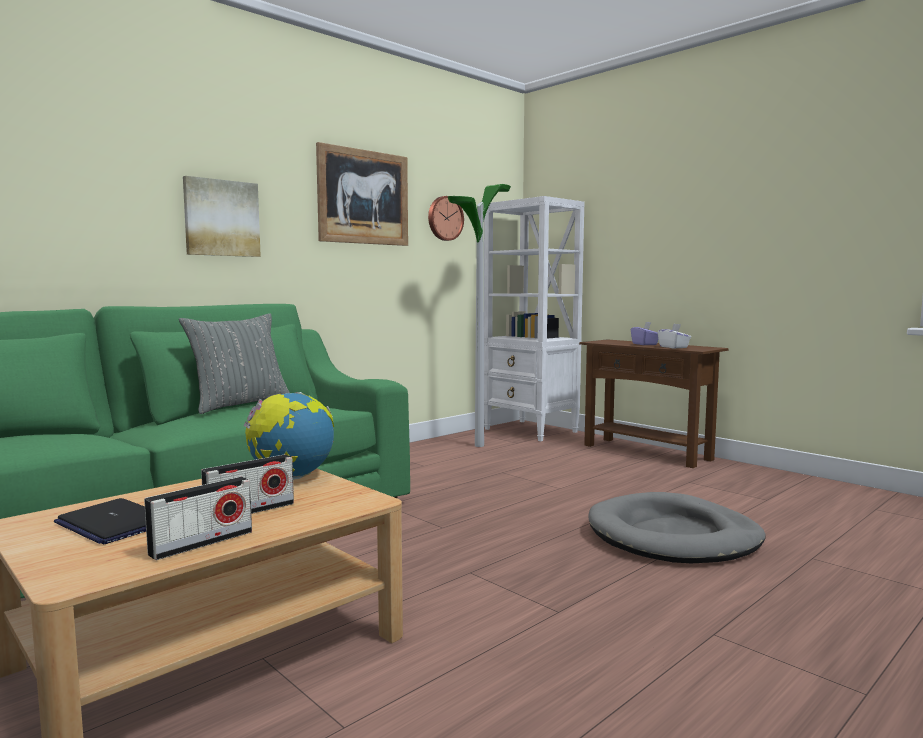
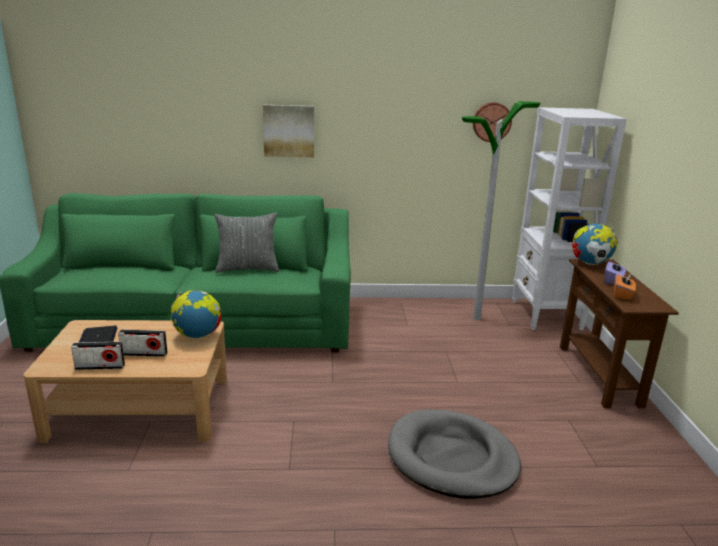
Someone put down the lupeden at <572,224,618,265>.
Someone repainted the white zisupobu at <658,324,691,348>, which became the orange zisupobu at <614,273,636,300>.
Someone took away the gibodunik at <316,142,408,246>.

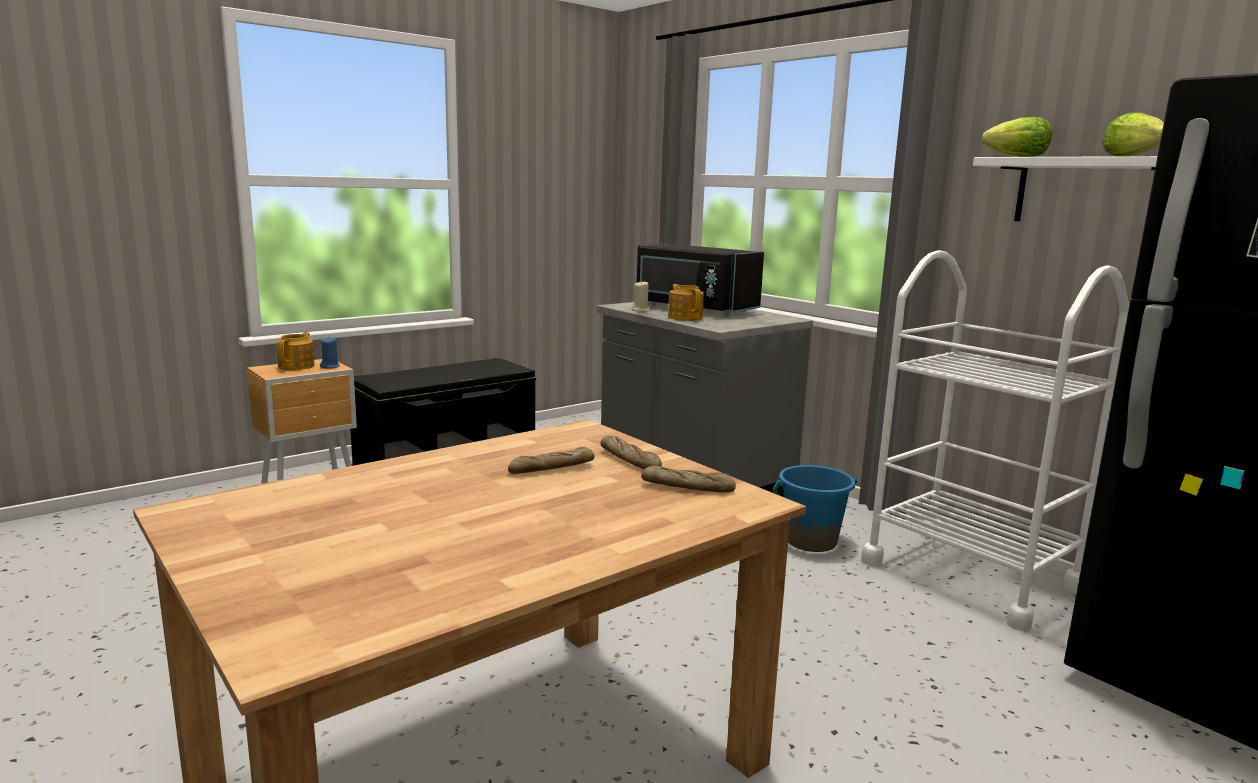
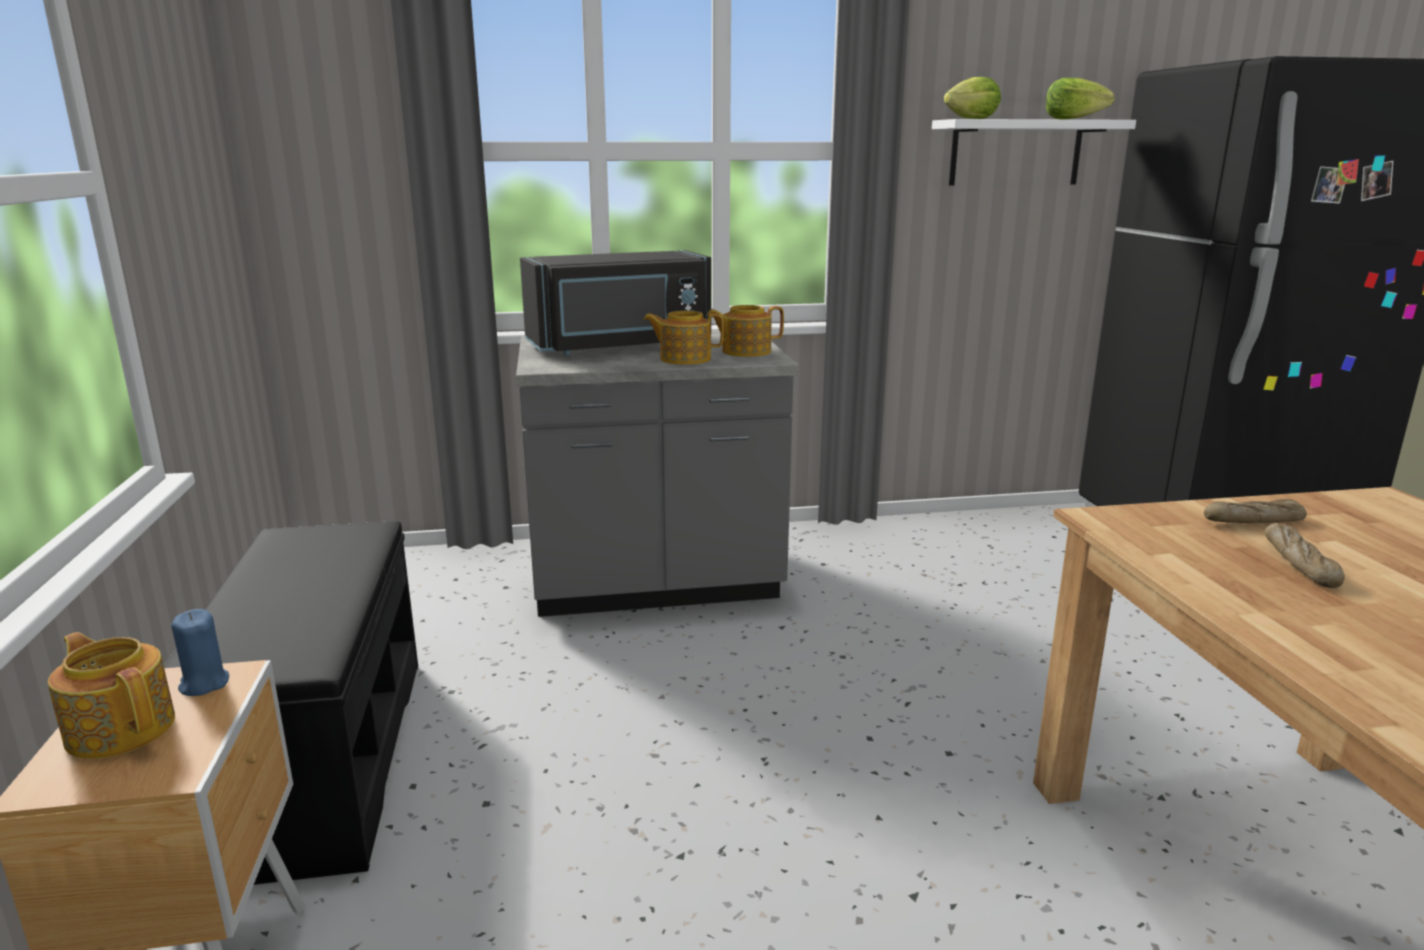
Someone put down the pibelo at <707,305,784,357>.
Someone took away the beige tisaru at <631,281,650,312>.
Someone took away the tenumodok at <641,465,736,493>.
Someone took away the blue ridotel at <773,465,858,552>.
Someone took away the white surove at <861,250,1129,632>.

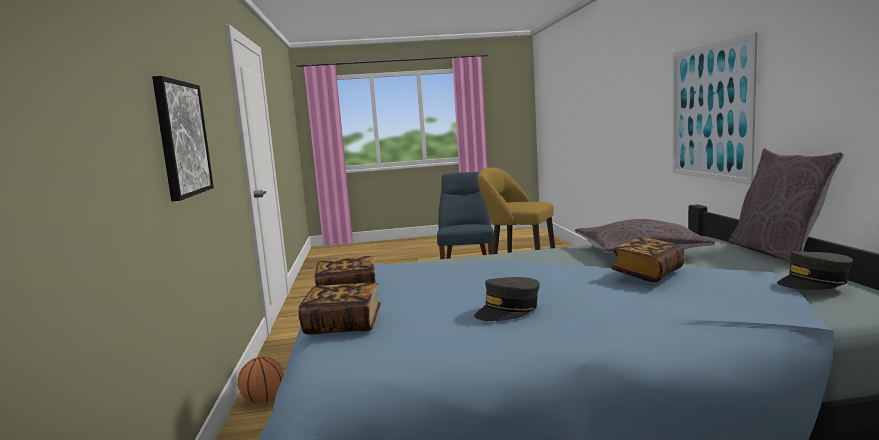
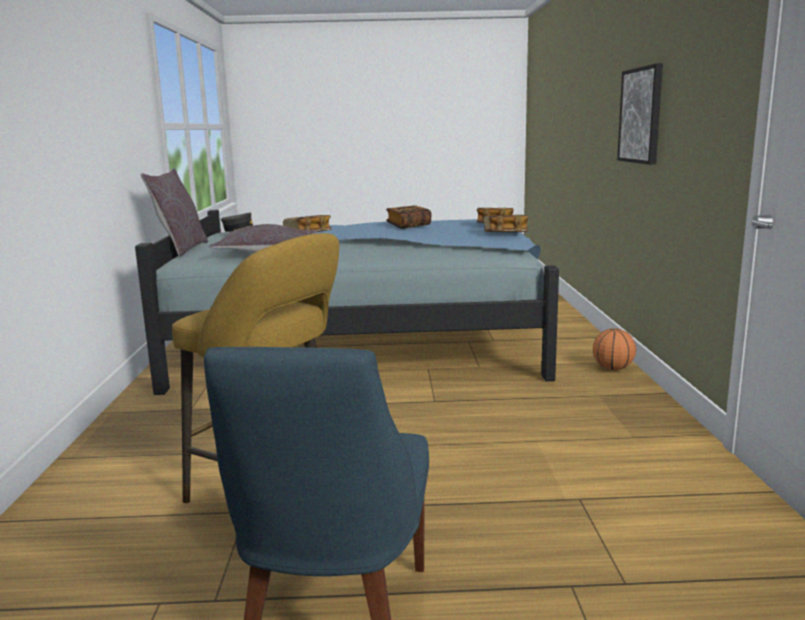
Someone swapped the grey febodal at <474,277,540,321> for the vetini at <386,205,432,229>.
Someone took away the gibodunik at <673,32,758,185>.

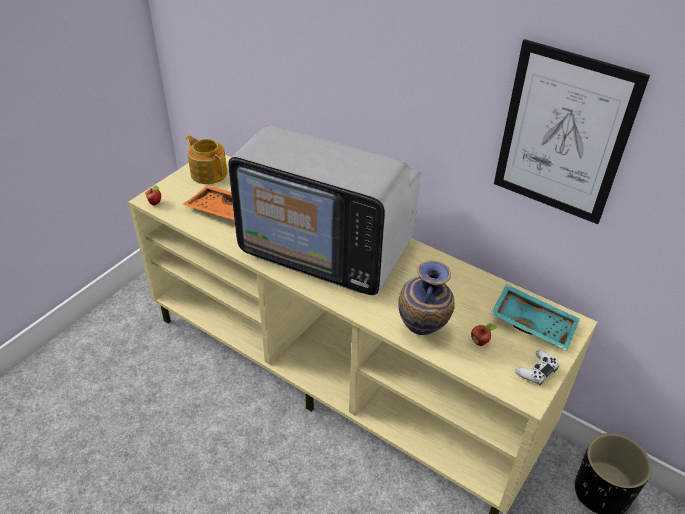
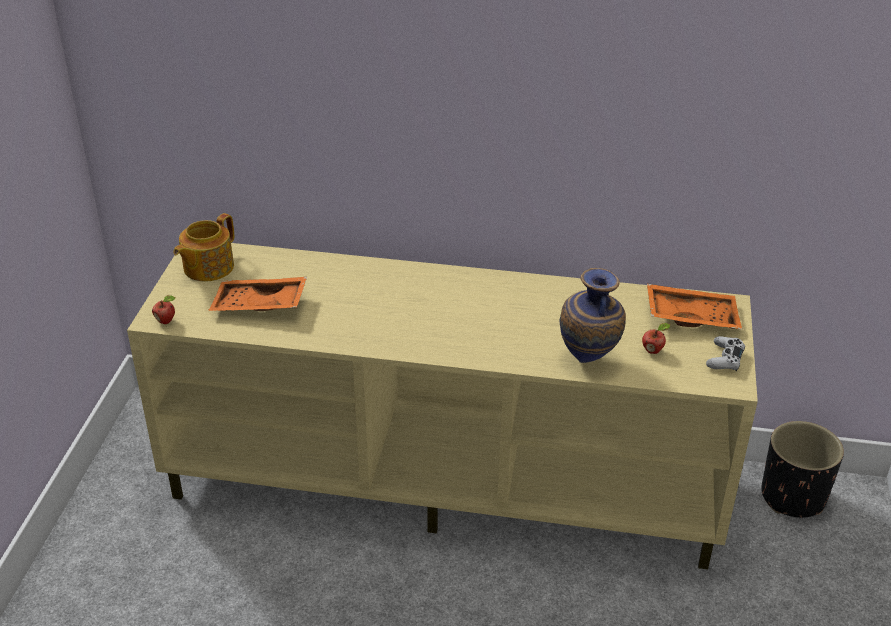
Someone rotated the pibelo at <185,135,227,184> by 75 degrees counterclockwise.
Someone repainted the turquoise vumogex at <491,284,580,351>, which became the orange vumogex at <647,284,742,330>.
Someone took away the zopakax at <228,125,420,295>.
Someone took away the gibodunik at <494,39,650,224>.

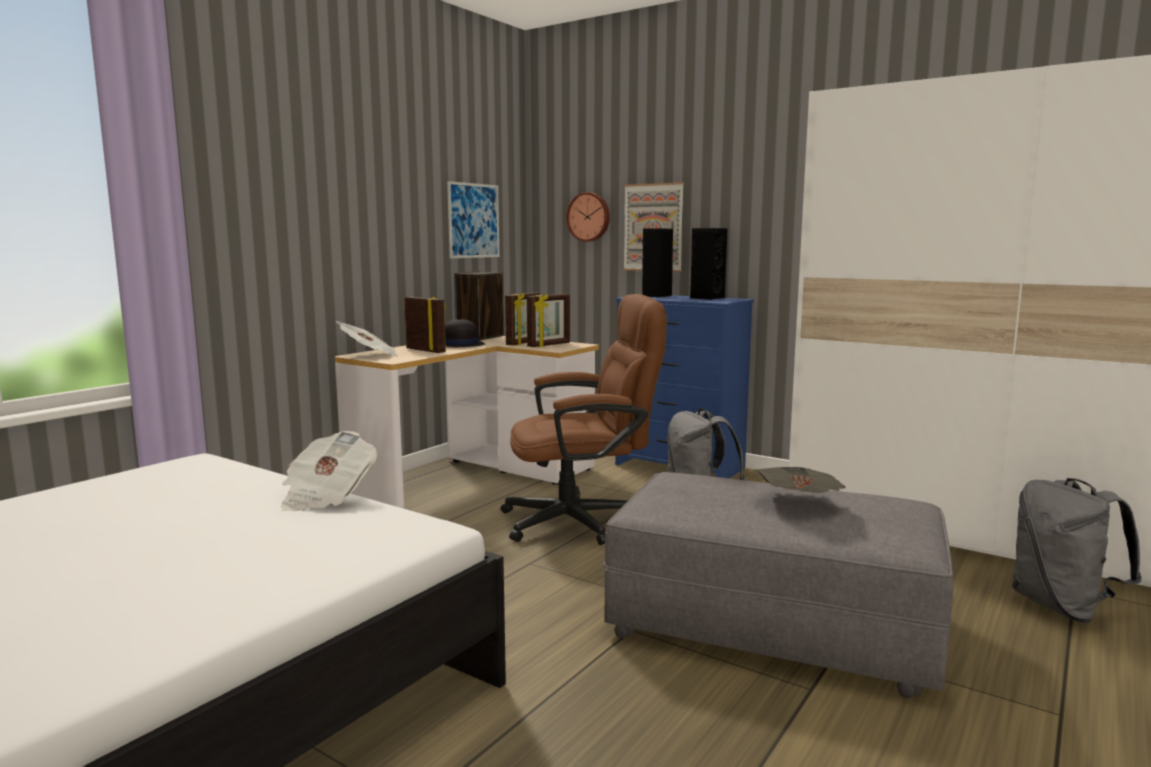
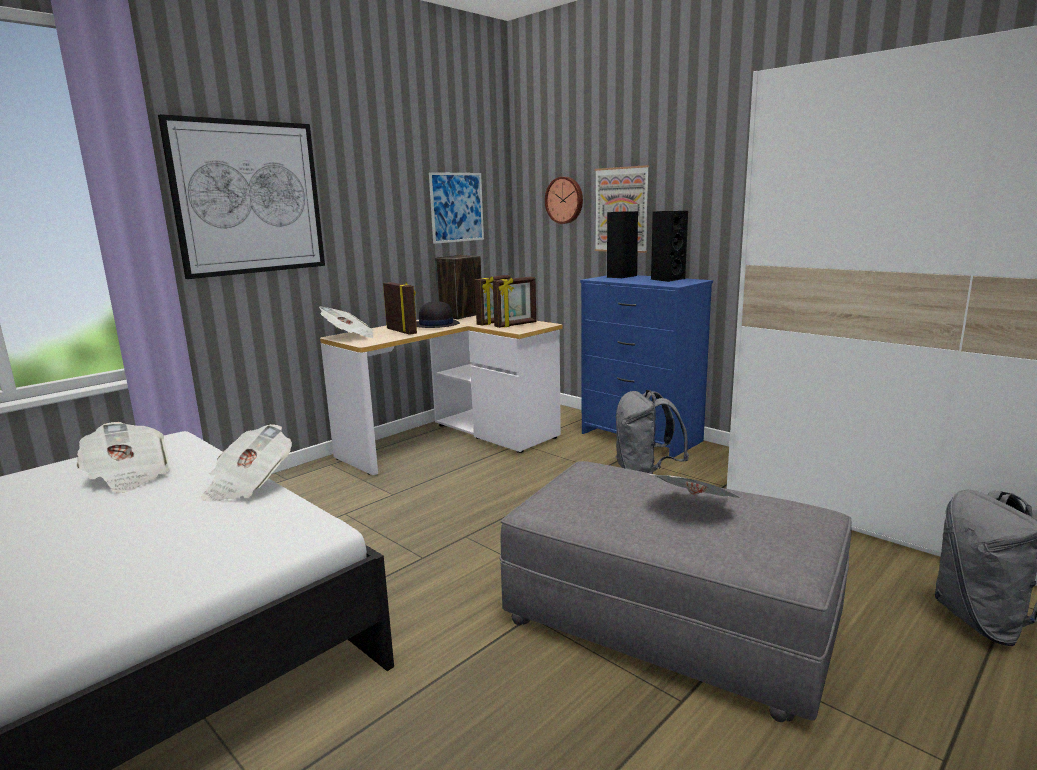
Someone put down the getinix at <76,422,169,493>.
Someone put up the gibodunik at <158,114,325,279>.
Someone took away the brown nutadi at <500,294,667,545>.

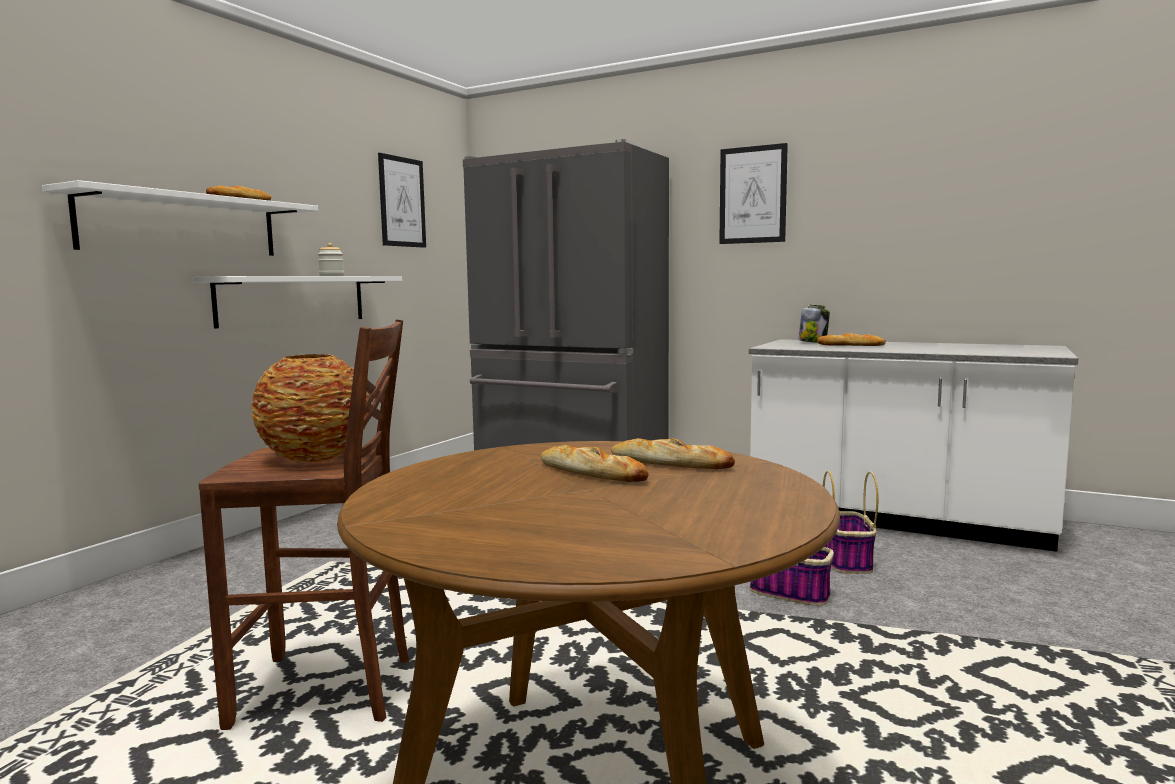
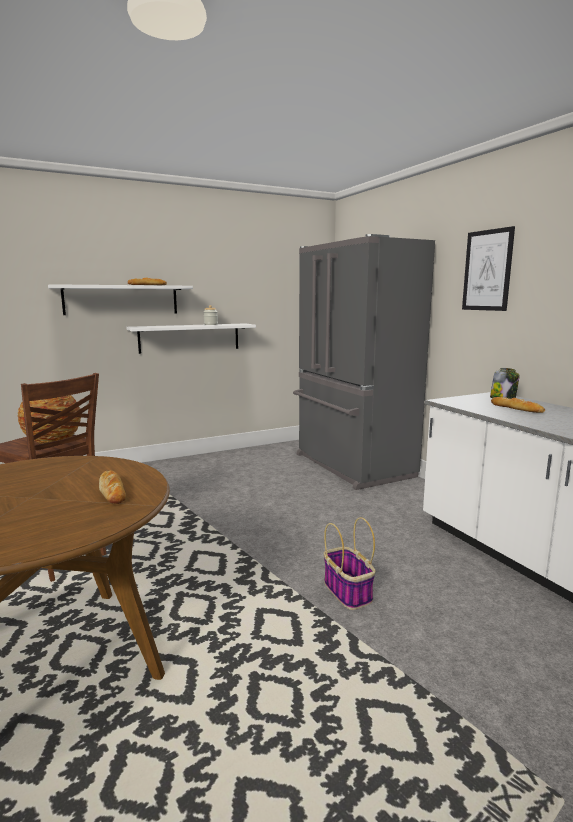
Someone took away the gibodunik at <378,153,426,248>.
Someone took away the tenumodok at <541,445,648,482>.
Someone took away the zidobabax at <823,471,879,574>.

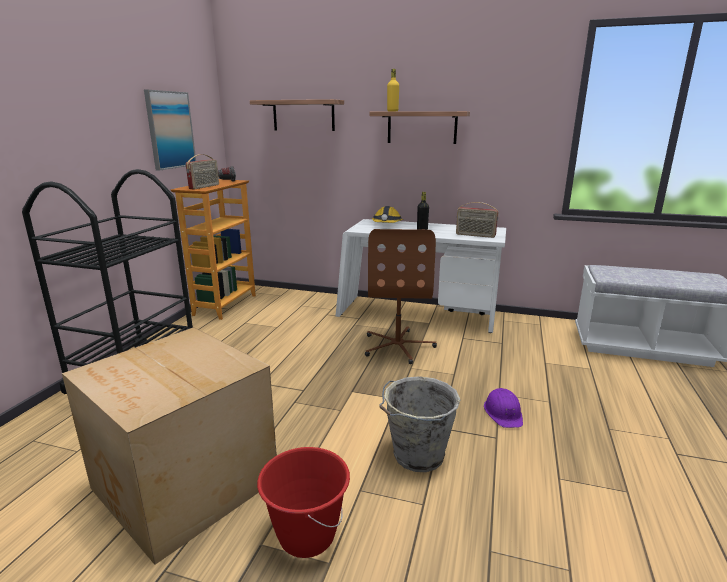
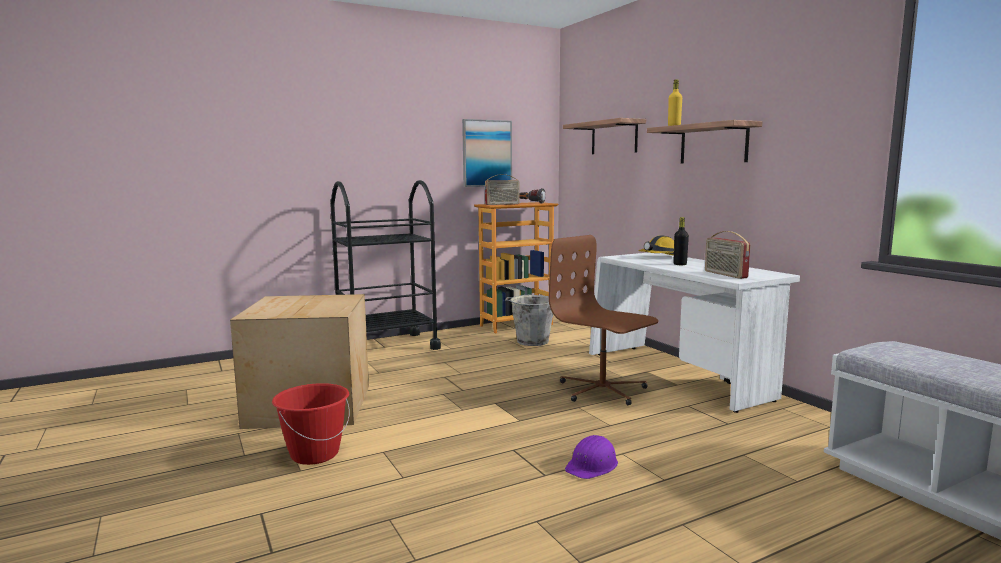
Someone carried the grey ridotel from <379,376,460,472> to <505,294,553,346>.
Someone rotated the brown nutadi at <365,229,437,364> by 90 degrees clockwise.

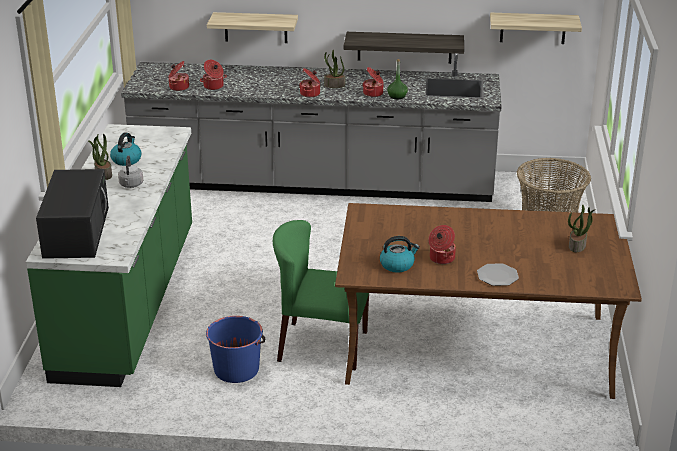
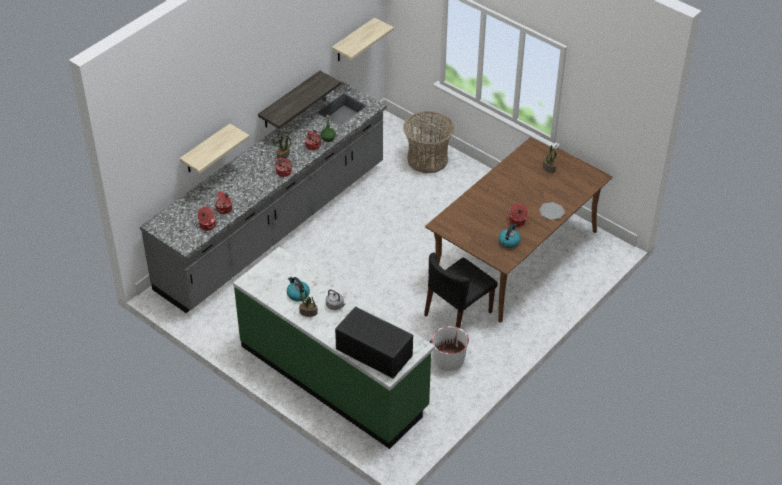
Someone repainted the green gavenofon at <273,220,369,371>, which became the black gavenofon at <424,253,497,328>.
Someone repainted the blue ridotel at <206,316,265,383>, which became the white ridotel at <430,326,469,371>.

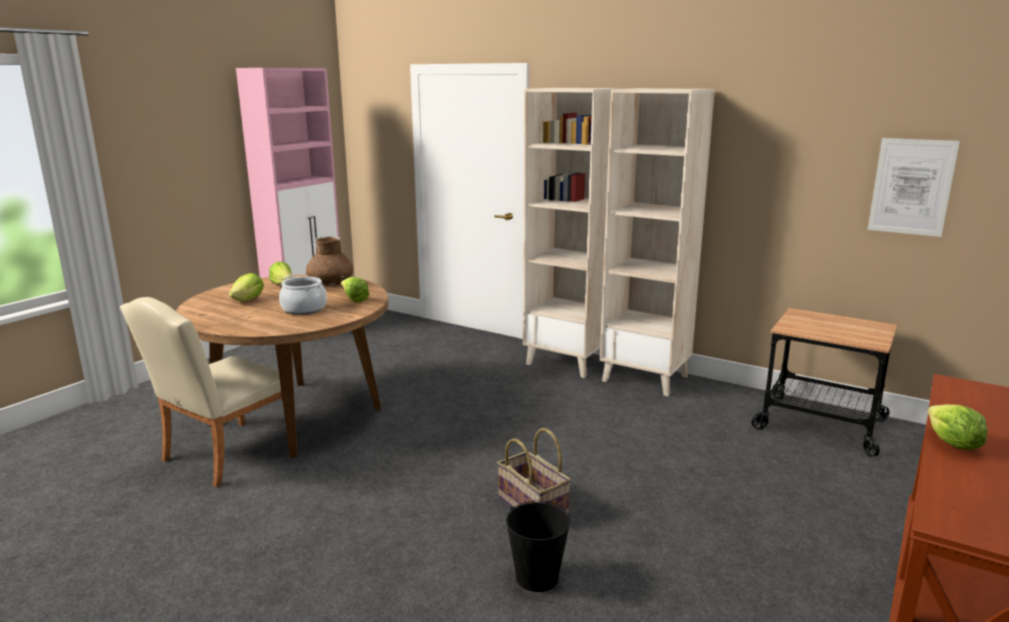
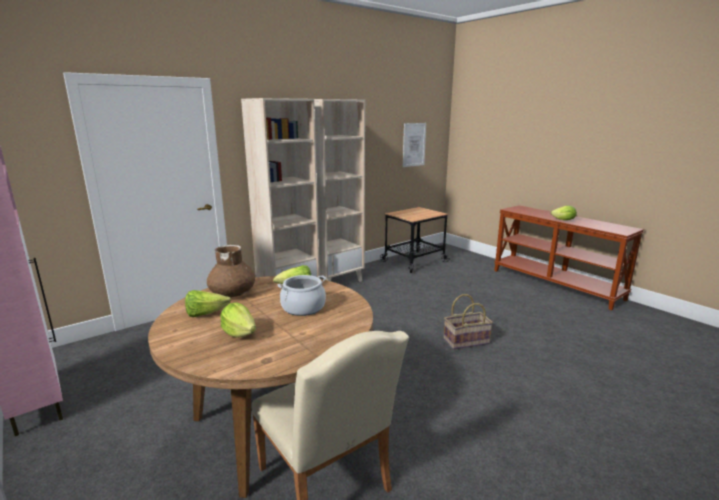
Someone took away the black ridotel at <506,501,571,592>.

